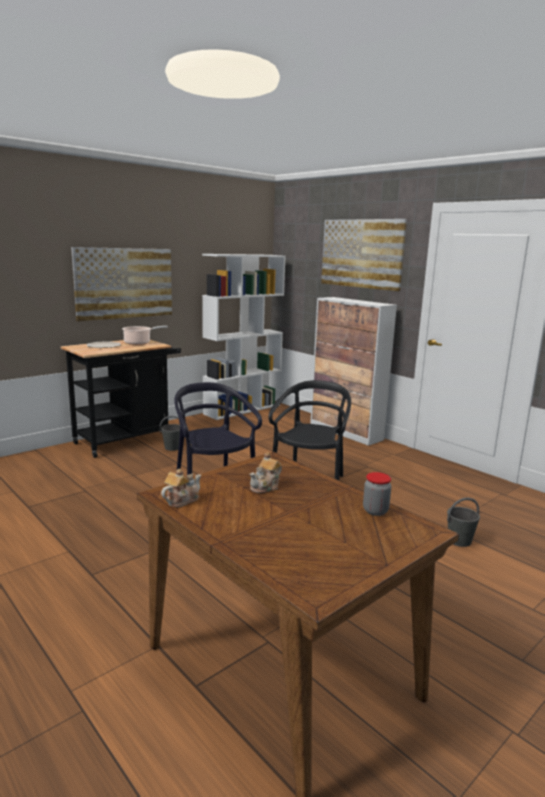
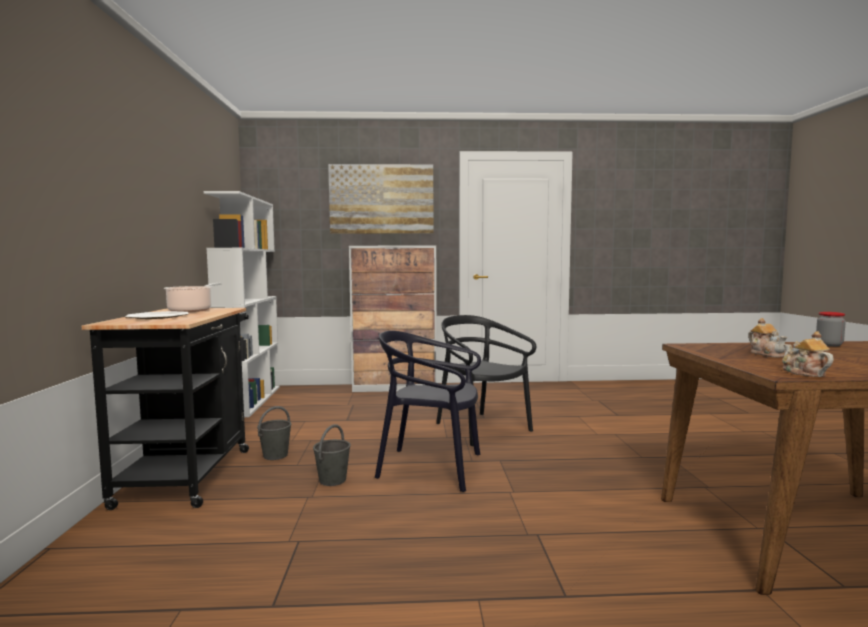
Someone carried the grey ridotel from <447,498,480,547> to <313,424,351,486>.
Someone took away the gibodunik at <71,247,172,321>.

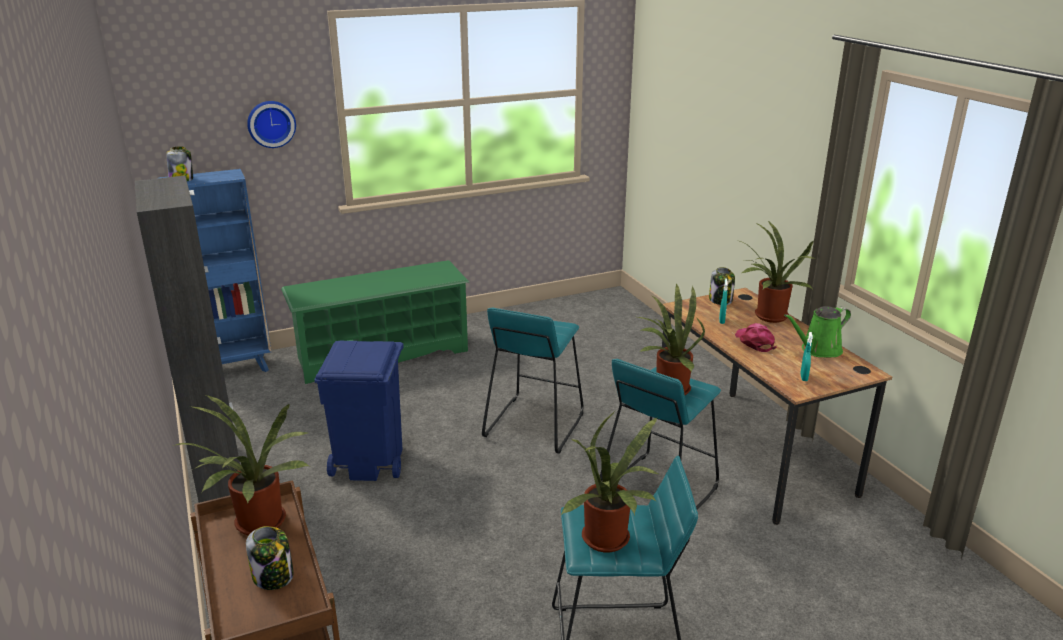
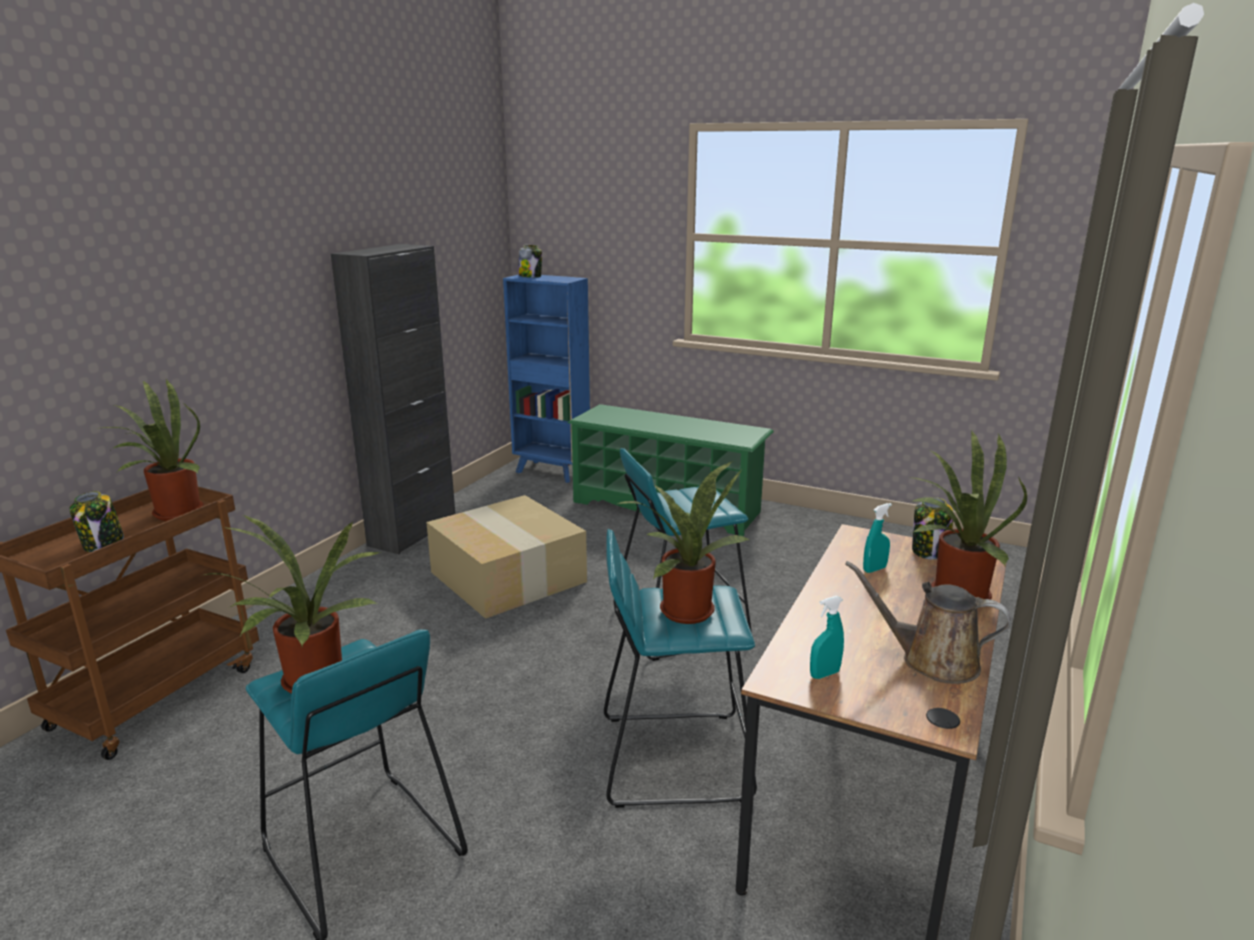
Someone swapped the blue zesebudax at <315,341,403,481> for the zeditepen at <426,495,587,619>.
Someone repainted the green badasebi at <784,306,851,357>, which became the brown badasebi at <845,561,1010,684>.
Someone took away the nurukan at <247,101,296,148>.
Someone took away the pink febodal at <735,323,777,352>.

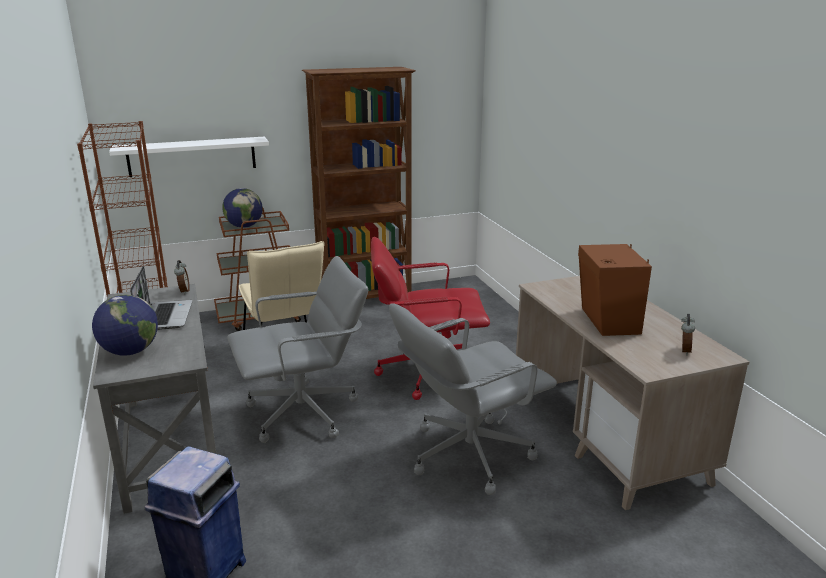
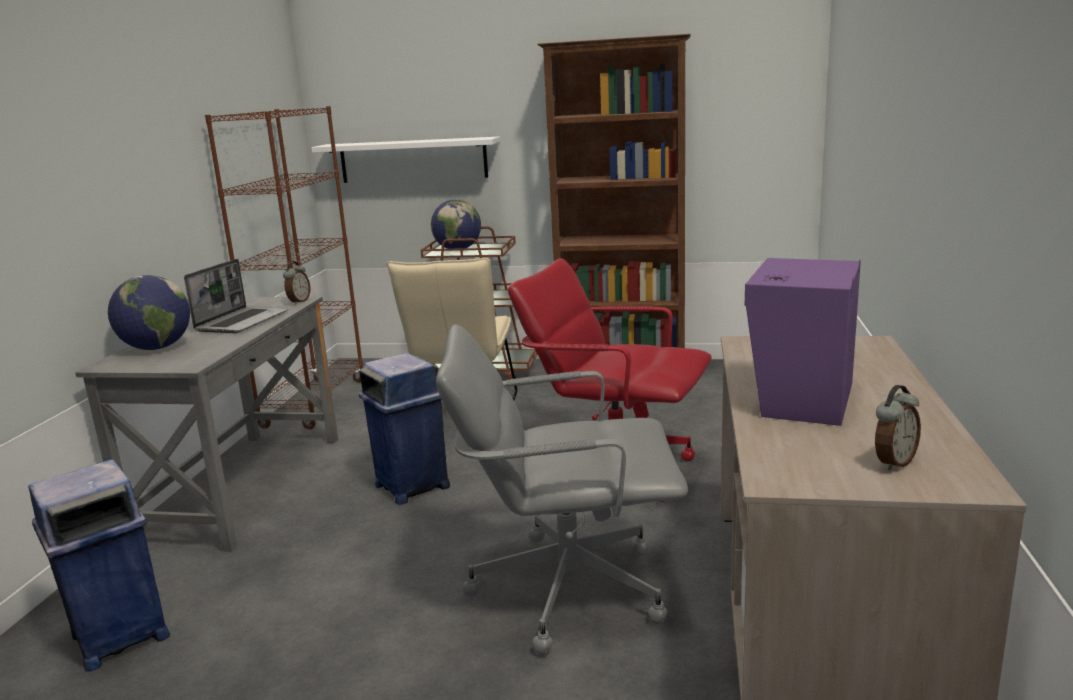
Someone swapped the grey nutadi at <227,256,368,443> for the blue zesebudax at <359,353,450,505>.
Someone repainted the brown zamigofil at <578,244,652,336>, which became the purple zamigofil at <745,258,861,426>.

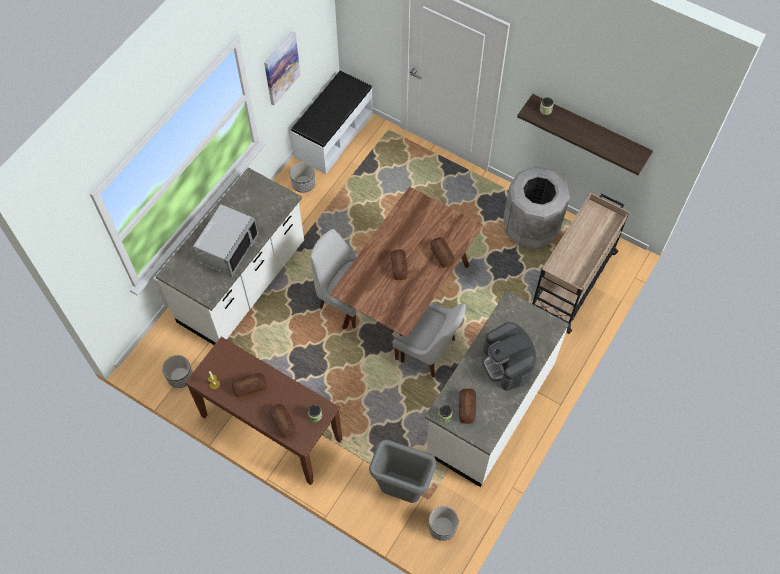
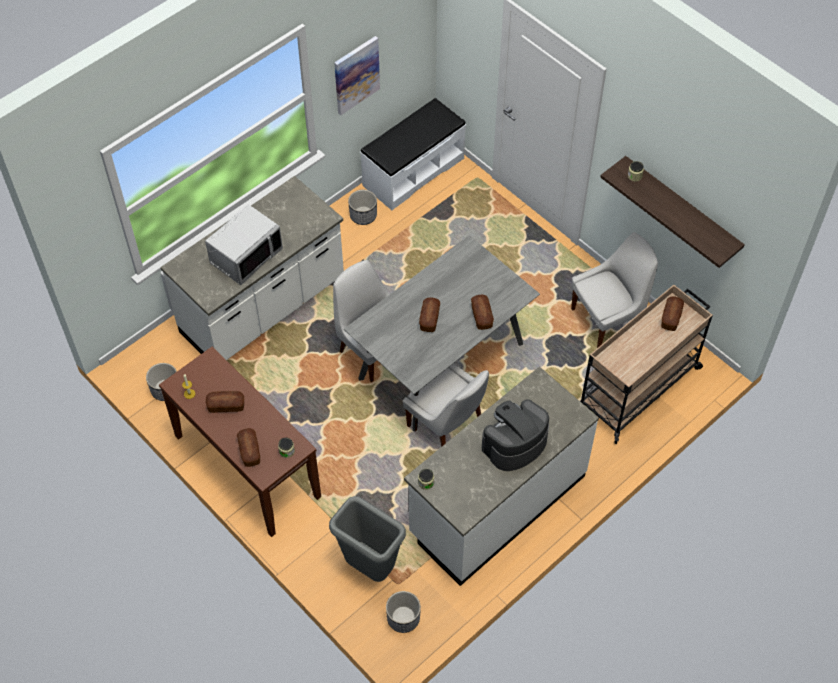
Someone repainted the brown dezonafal at <330,186,484,363>, which became the grey dezonafal at <344,235,540,431>.
Someone rotated the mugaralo at <482,322,536,391> by 60 degrees clockwise.
Someone swapped the grey zesebudax at <503,166,570,249> for the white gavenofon at <571,232,658,348>.
Someone carried the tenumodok from <459,389,476,424> to <661,297,684,331>.

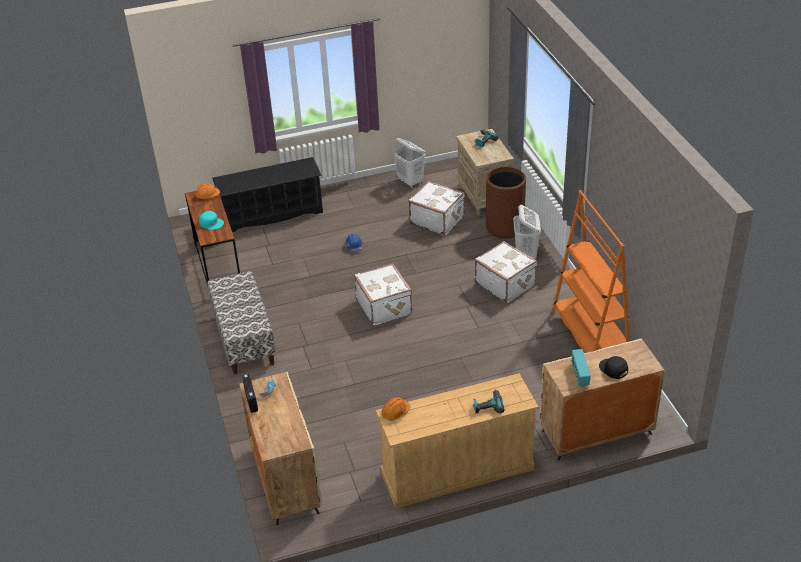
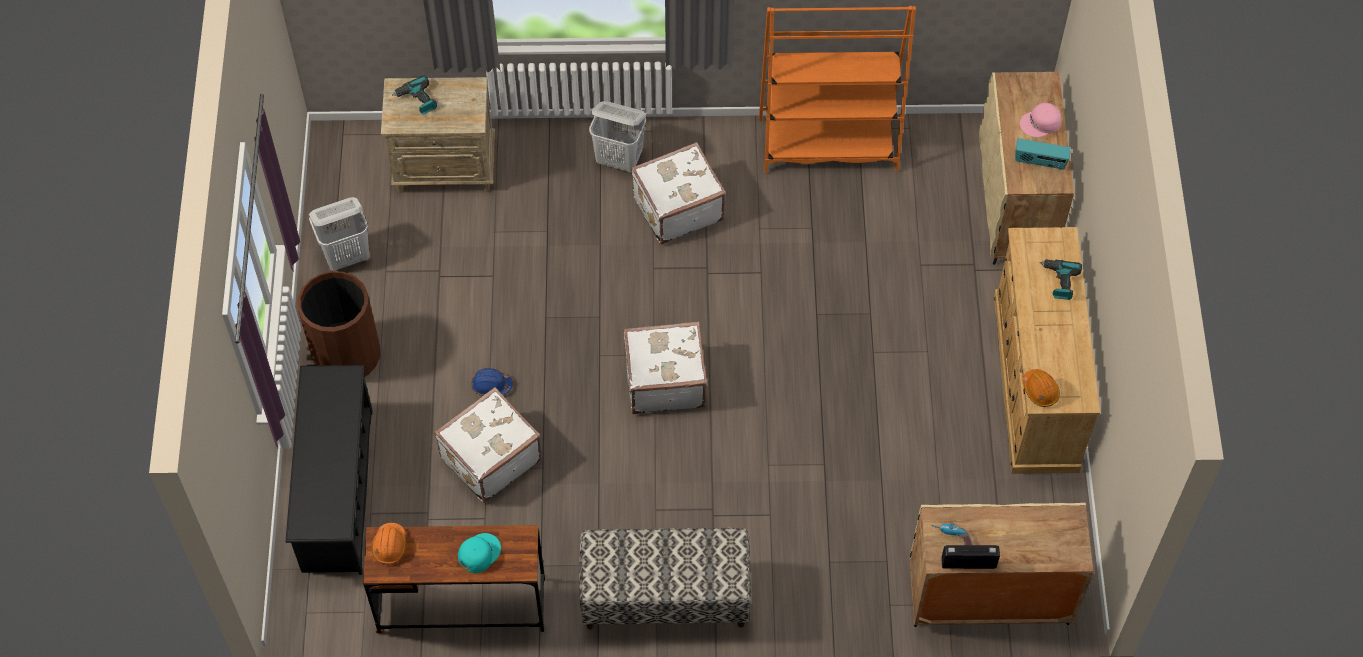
Someone carried the brown zesebudax from <486,167,526,239> to <298,271,380,377>.
Someone carried the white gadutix from <409,181,465,236> to <434,387,542,503>.
Someone repainted the black febodal at <599,356,628,379>, which became the pink febodal at <1020,103,1061,137>.

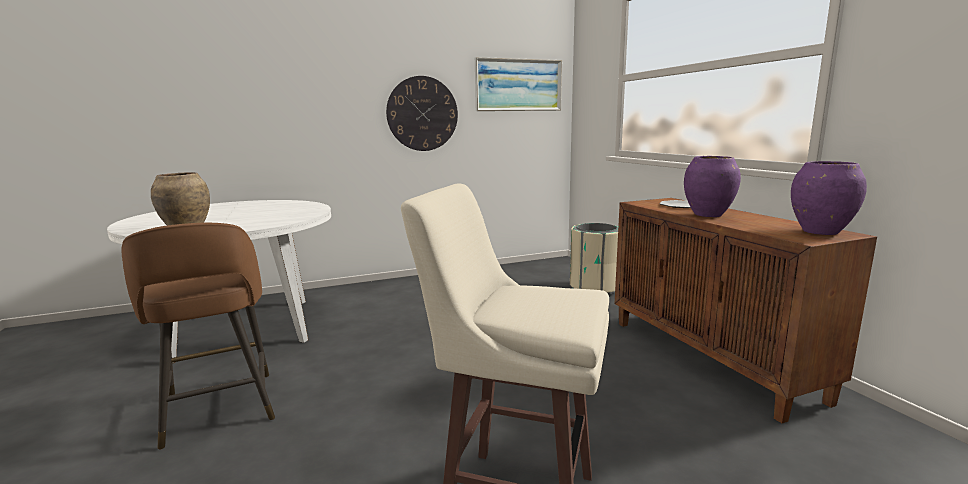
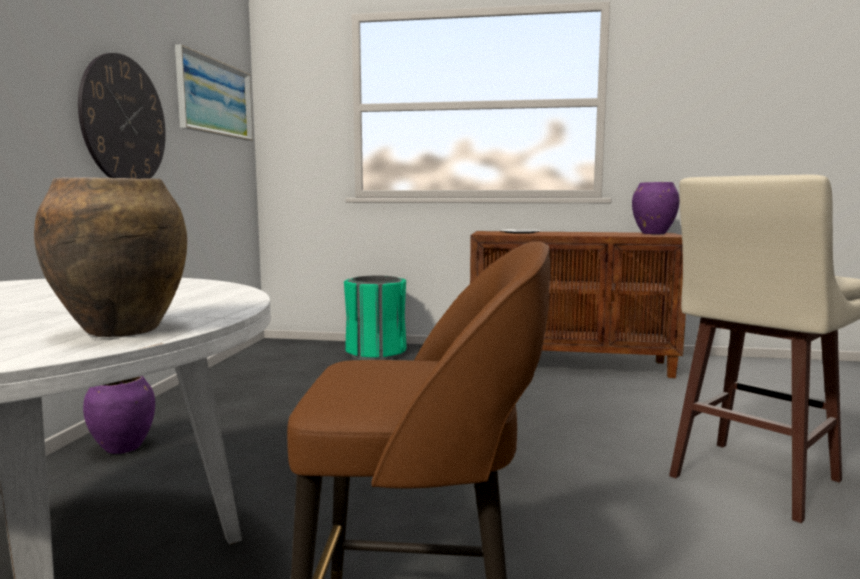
Someone carried the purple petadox from <684,156,741,217> to <83,376,155,454>.
Someone repainted the beige zesebudax at <570,223,618,295>, which became the green zesebudax at <344,275,407,360>.

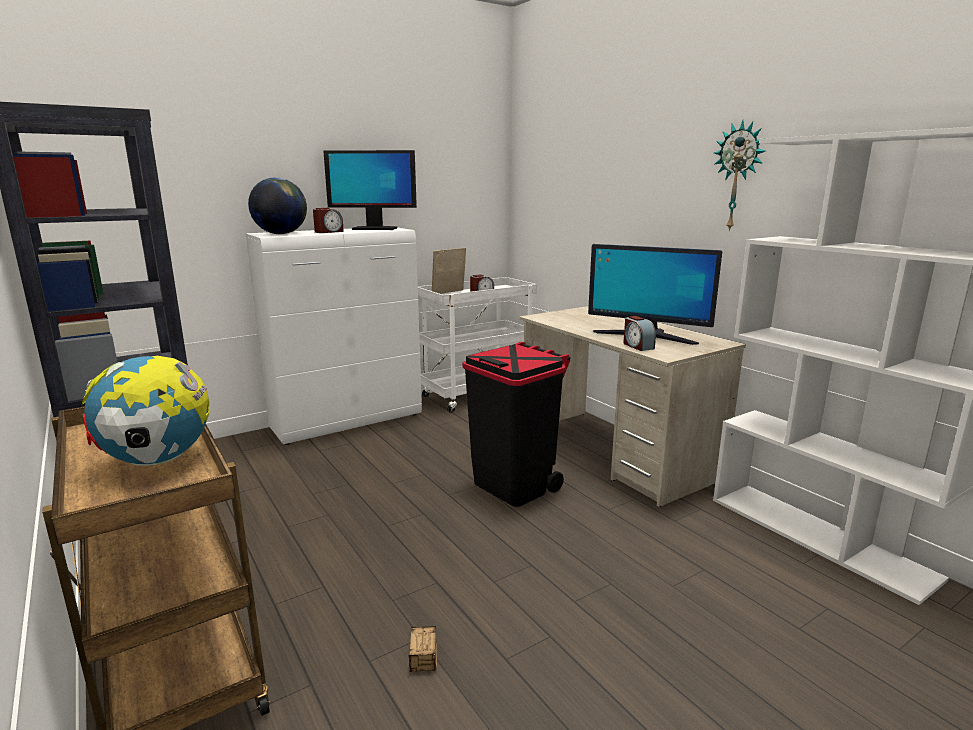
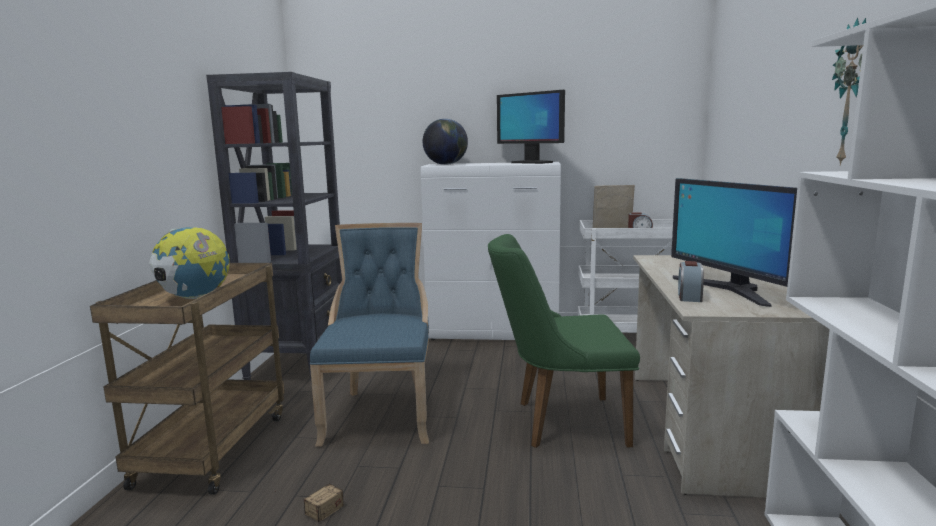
Someone put down the blue gavenofon at <310,223,429,447>.
Someone swapped the black zesebudax at <462,342,571,507> for the green gavenofon at <488,234,640,448>.
Someone took away the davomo at <313,208,344,233>.

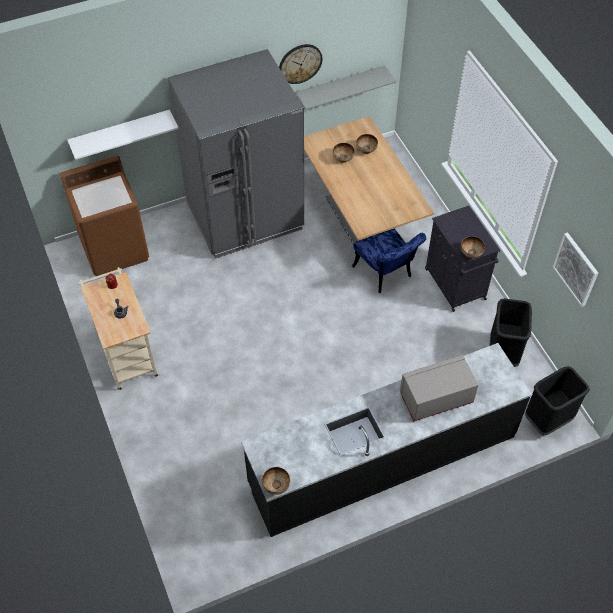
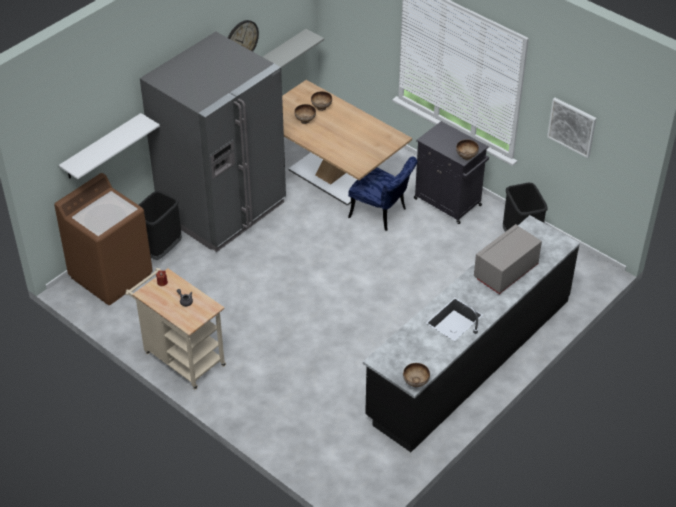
Someone carried the black zesebudax from <525,366,590,436> to <139,191,182,260>.

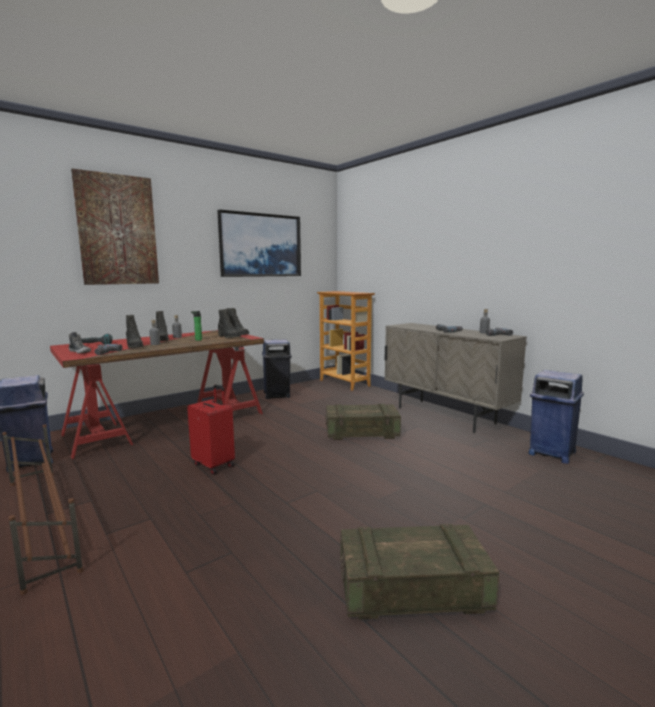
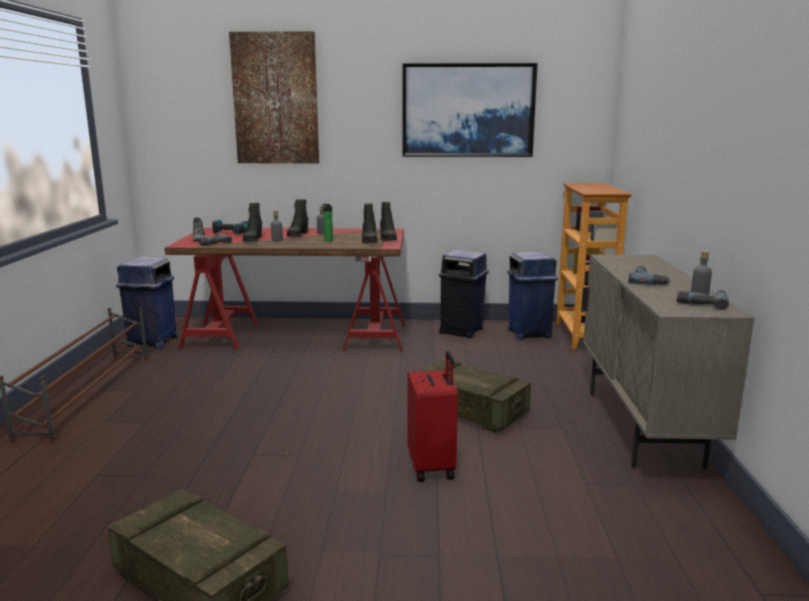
Someone carried the red gadutix from <187,385,235,474> to <407,351,458,482>.
Someone carried the blue zesebudax from <528,370,584,464> to <507,252,558,340>.

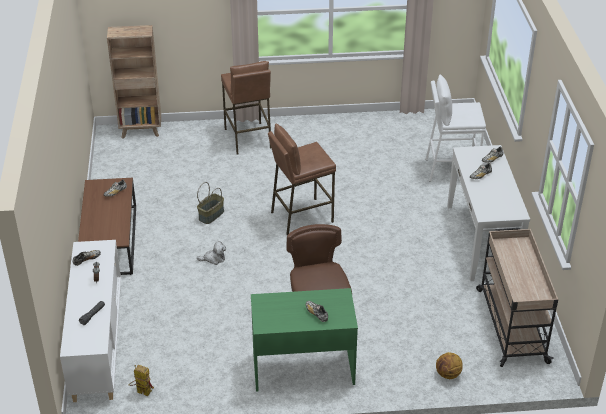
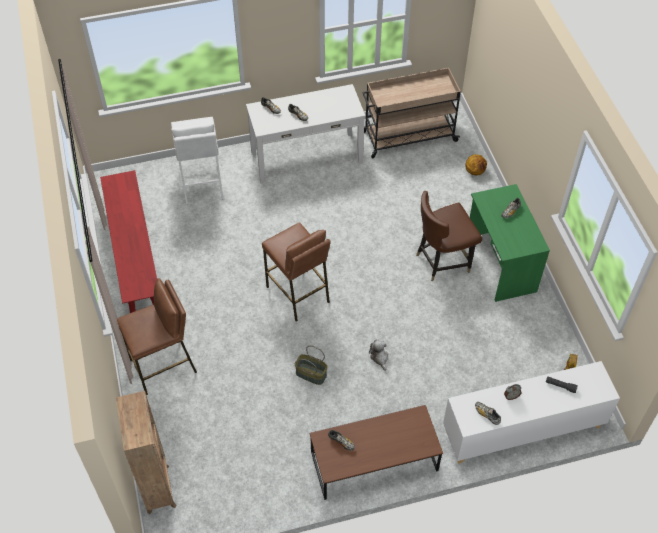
Someone put down the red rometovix at <100,170,157,313>.

